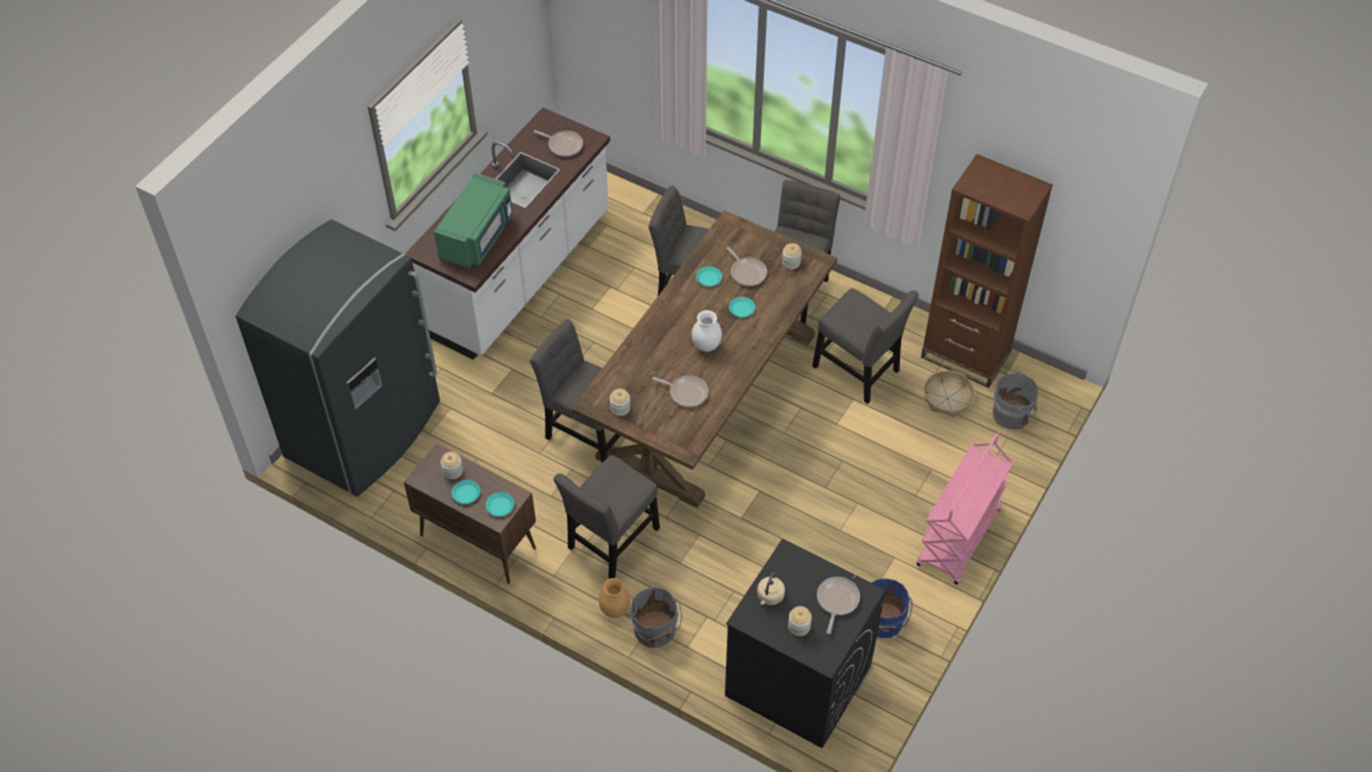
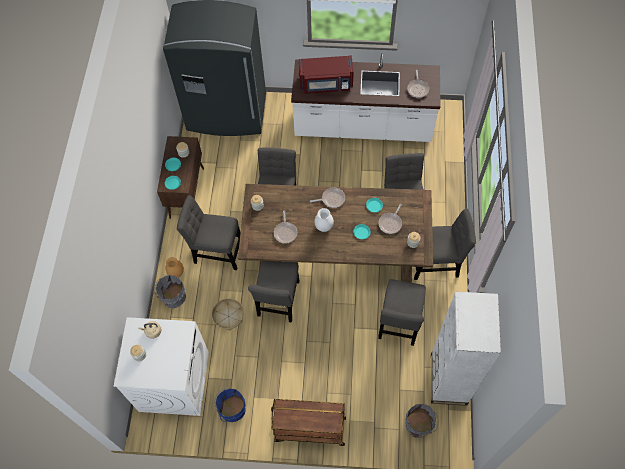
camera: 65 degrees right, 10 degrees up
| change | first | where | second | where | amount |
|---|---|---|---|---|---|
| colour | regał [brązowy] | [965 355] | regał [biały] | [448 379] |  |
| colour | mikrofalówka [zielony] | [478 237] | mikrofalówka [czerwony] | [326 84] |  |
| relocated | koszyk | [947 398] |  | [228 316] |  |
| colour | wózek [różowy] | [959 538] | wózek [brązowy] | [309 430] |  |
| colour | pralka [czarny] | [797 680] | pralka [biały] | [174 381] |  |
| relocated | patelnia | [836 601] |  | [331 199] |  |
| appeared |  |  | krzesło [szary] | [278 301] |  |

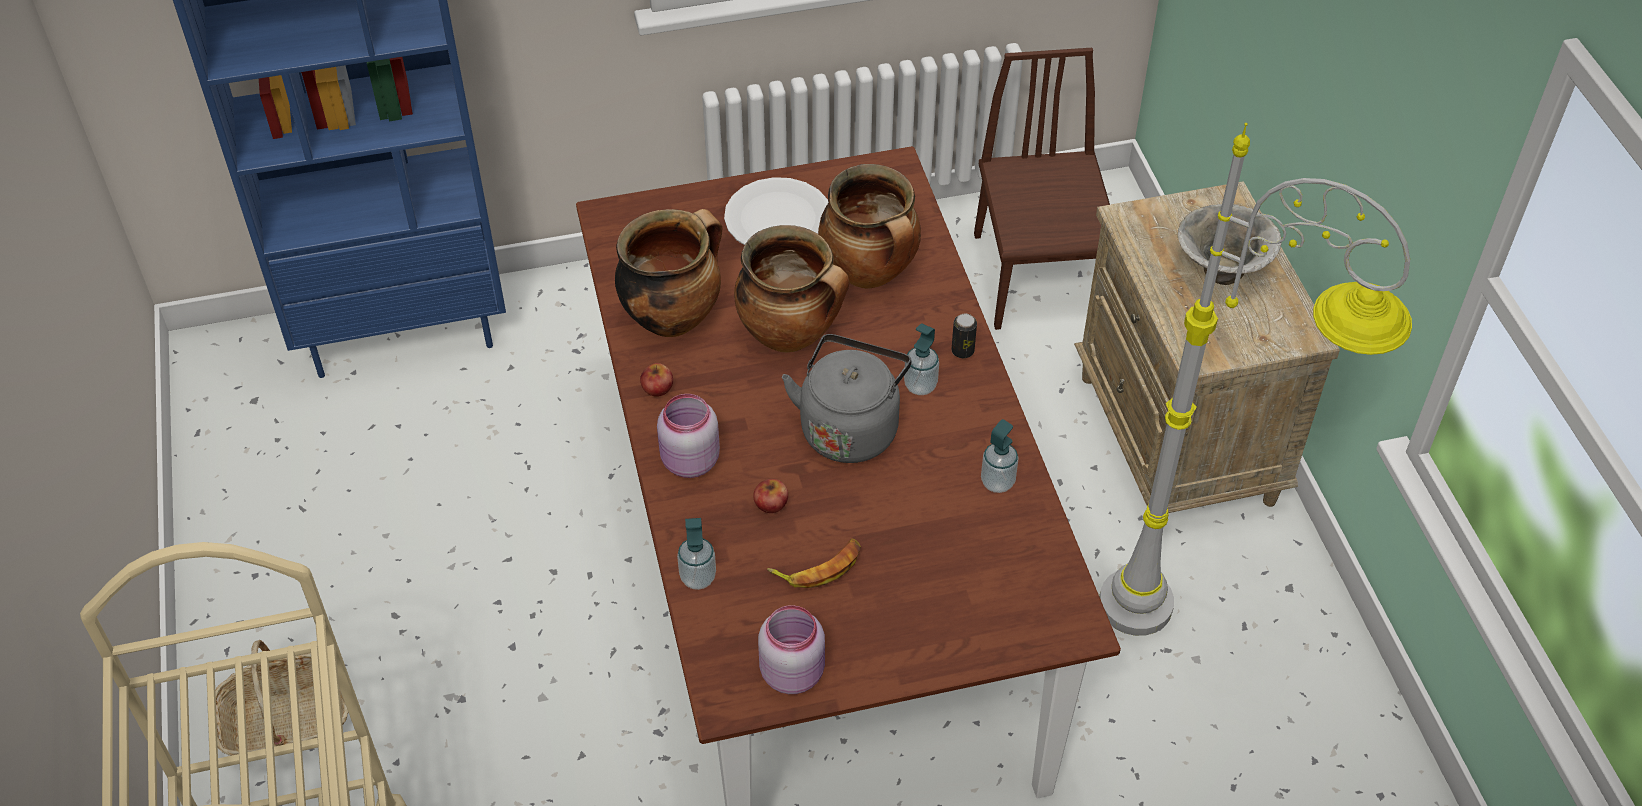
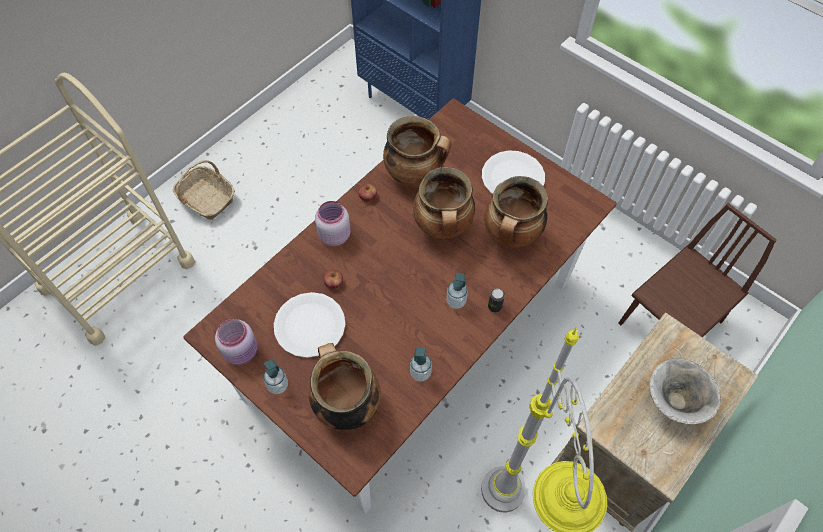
camera: 55 degrees right, 10 degrees up
| change | first | where | second | where | amount |
|---|---|---|---|---|---|
| missing | czajnik [szary] | [850 427] |  |  |  |
| relocated | dozownik mydła | [698 578] |  | [278 385] |  |
| exchanged | banan | [819 567] | talerz [biały] | [310 325] |  |
| appeared |  |  | garnek | [346 405] |  |

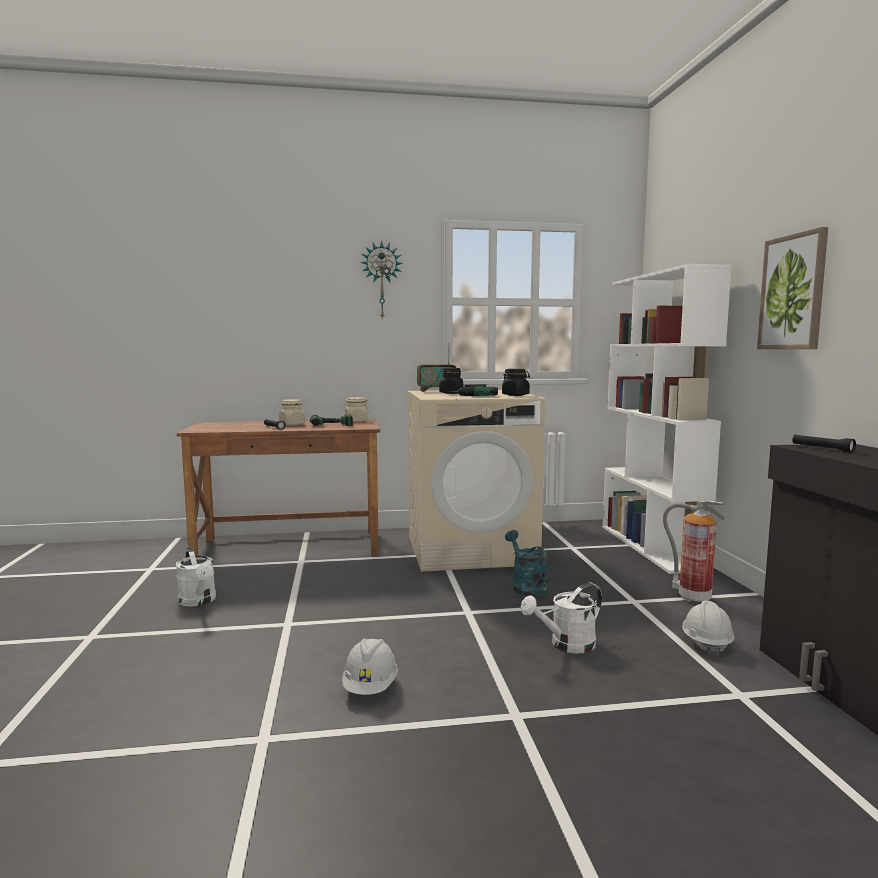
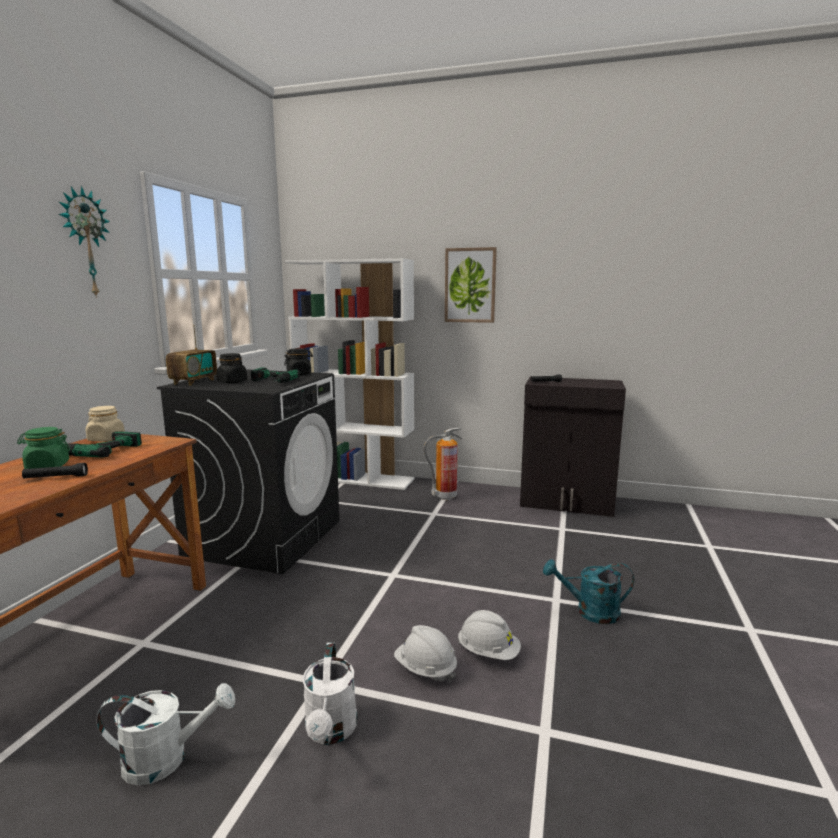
camera: 65 degrees left, 5 degrees up
| change | first | where | second | where | amount |
|---|---|---|---|---|---|
| colour | pralka [beżowy] | [471 550] | pralka [czarny] | [265 537] |  |
| colour | słoik [beżowy] | [292 424] | słoik [zielony] | [47 466] |  |
| relocated | konewka [turkusowy] | [526 586] |  | [590 612] |  |
| relocated | konewka [biały] | [566 645] |  | [330 732] |  |
| relocated | kask [biały] | [706 643] |  | [425 669] |  |

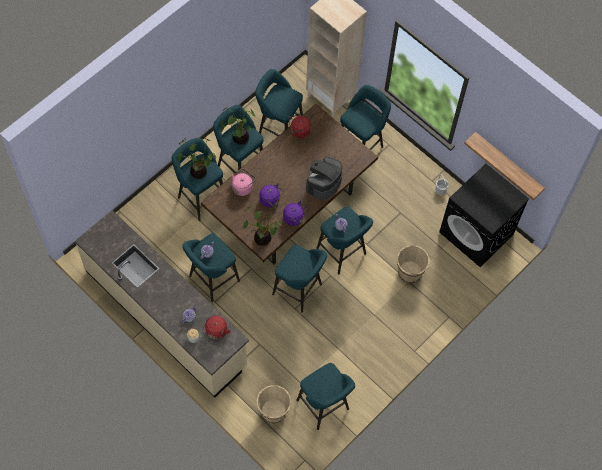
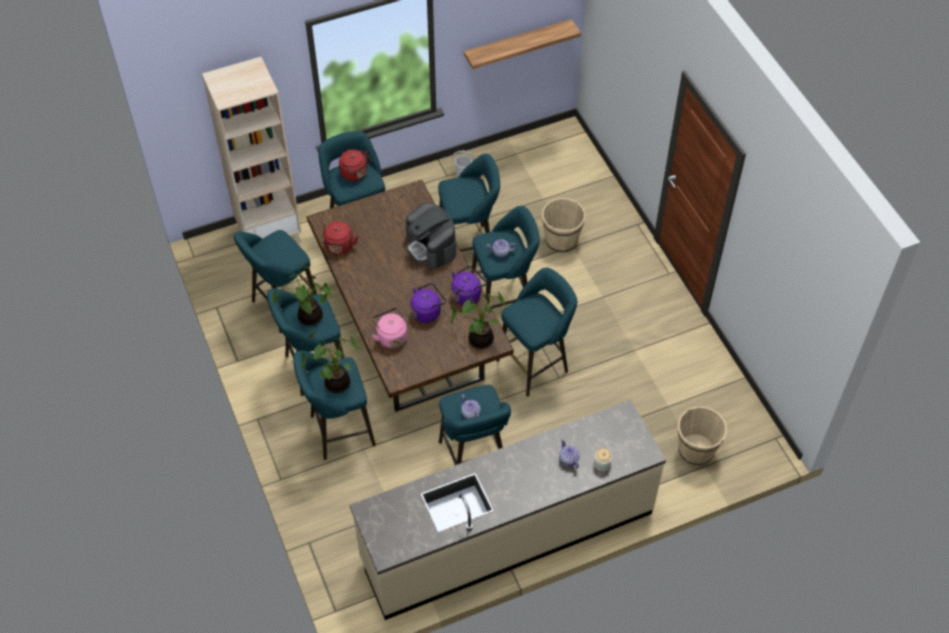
camera: 65 degrees left, 10 degrees down
| change | first | where | second | where | amount |
|---|---|---|---|---|---|
| missing | pralka [czarny] | [476 233] |  |  |  |
| relocated | czajnik [czerwony] | [216 332] |  | [355 174] |  |
| relocated | stołek [turkusowy] | [324 407] |  | [469 246] |  |

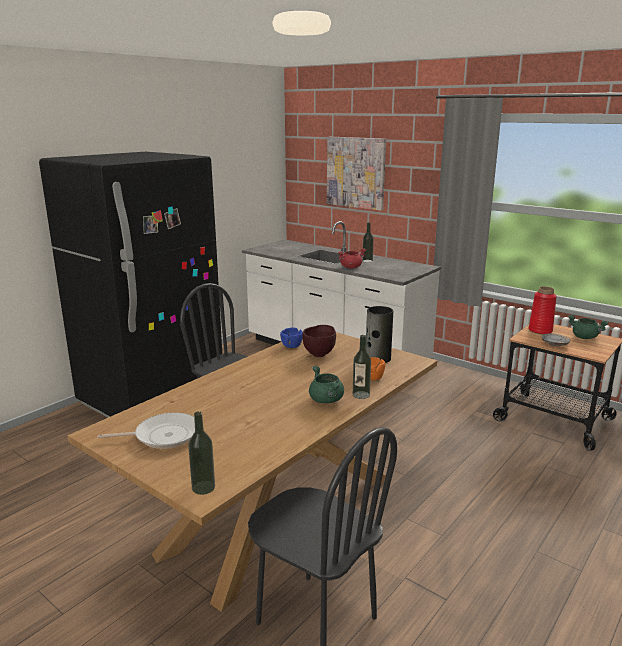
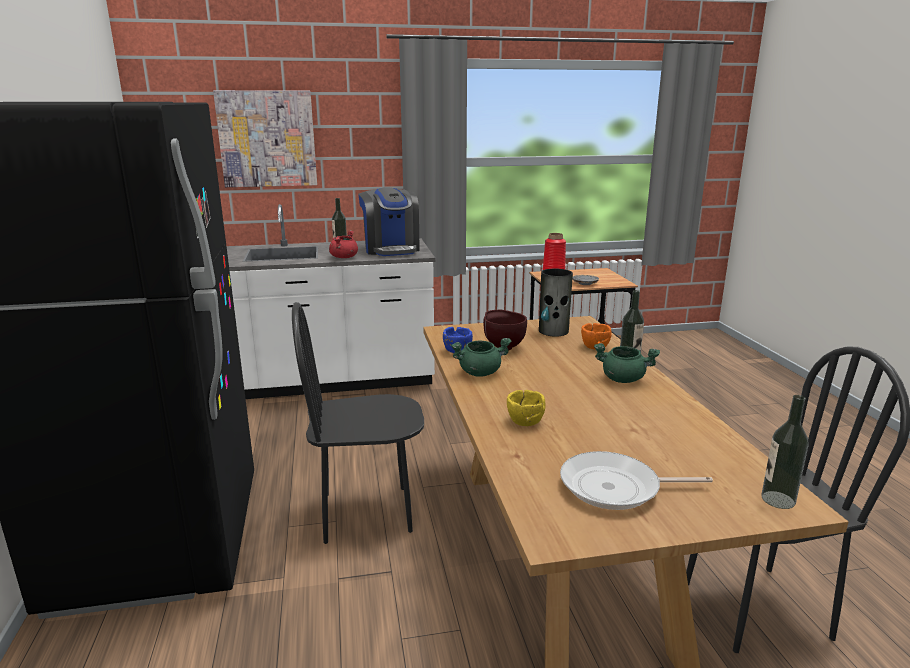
camera: 50 degrees left, 0 degrees up
| change | first | where | second | where | amount |
|---|---|---|---|---|---|
| relocated | garnek [zielony] | [585 337] |  | [480 372] |  |
| spun | patelnia | [163 435] |  | [615 488] | 120 degrees counterclockwise |
| appeared |  |  | ekspres do kawy | [391 249] |  |
| appeared |  |  | miska [żółty] | [524 421] |  |

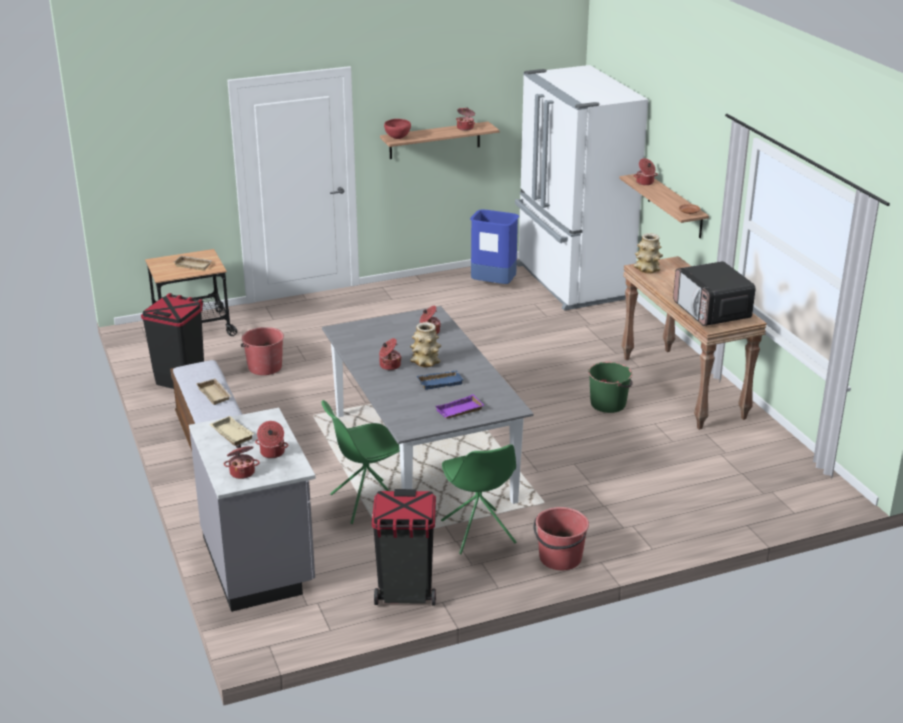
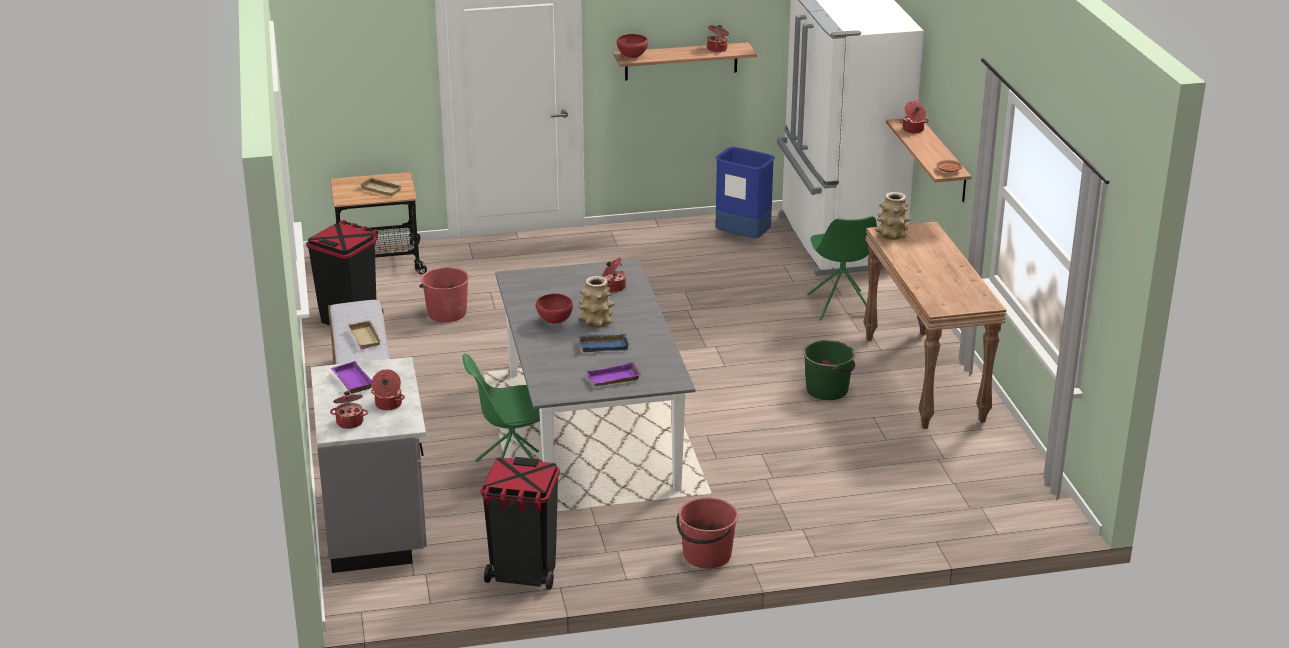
camera: 10 degrees right, 0 degrees up
| change | first | where | second | where | amount |
|---|---|---|---|---|---|
| missing | mikrofalówka | [711 311] |  |  |  |
| exchanged | garnek | [389 365] | miska [czerwony] | [554 322] |  |
| colour | taca [beżowy] | [230 434] | taca [fioletowy] | [350 381] |  |
| relocated | krzesło [zielony] | [478 533] |  | [840 306] |  |

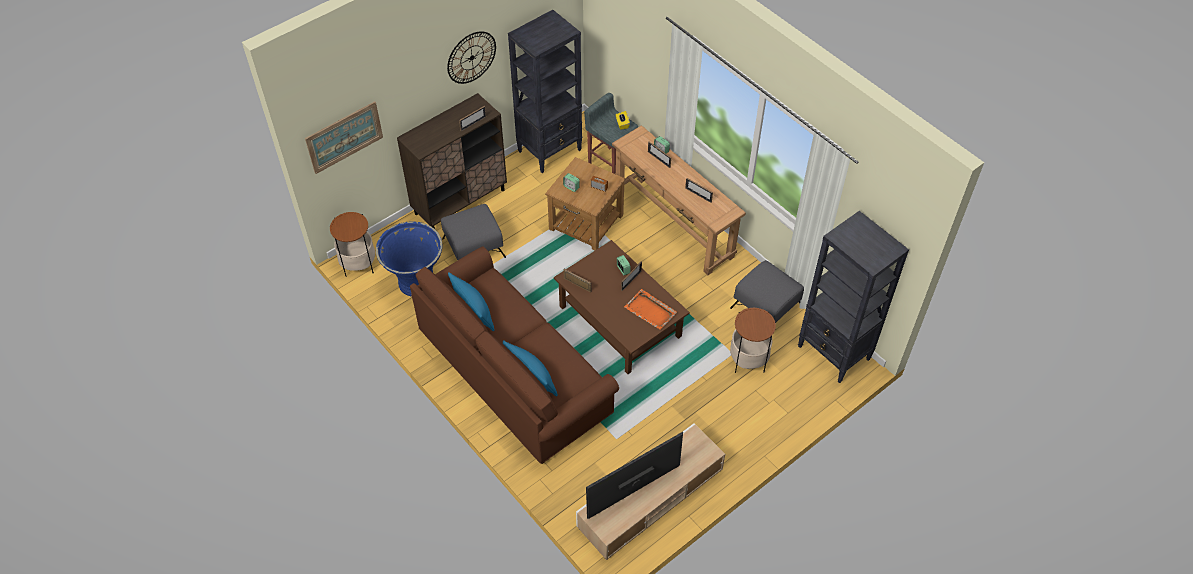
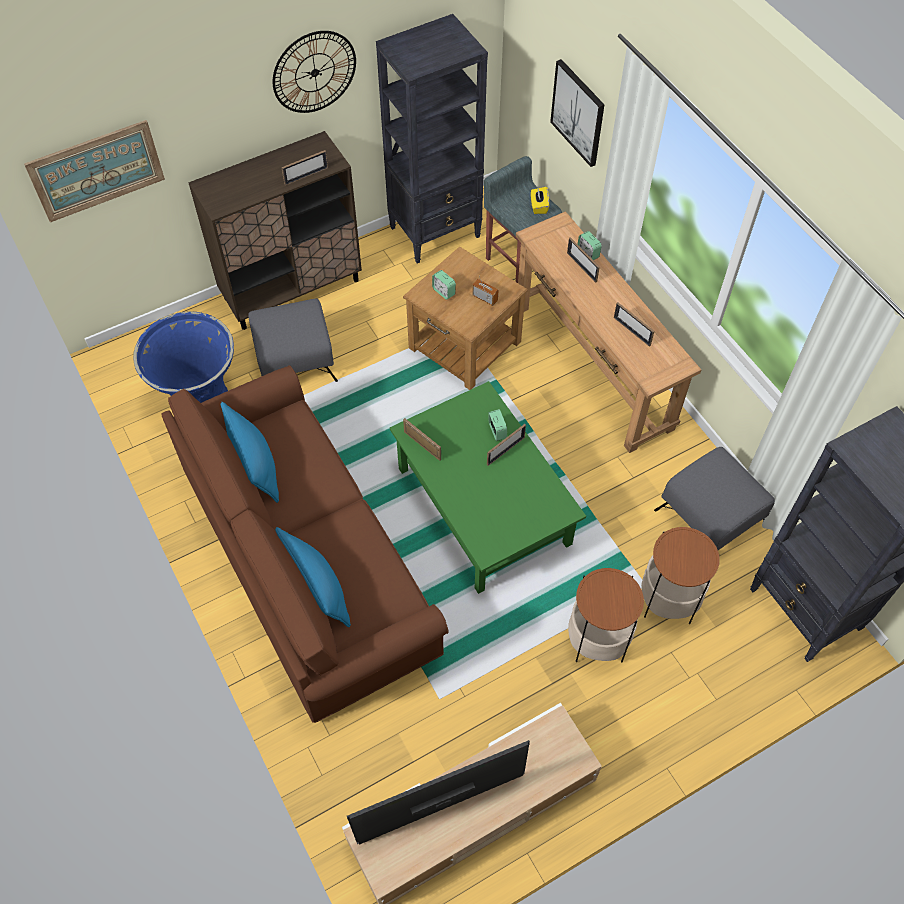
camera: 10 degrees right, 5 degrees up
| change | first | where | second | where | amount |
|---|---|---|---|---|---|
| relocated | stolik | [359 264] |  | [597 639] |  |
| colour | ława [brązowy] | [619 321] | ława [zielony] | [482 506] |  |
| missing | taca [pomarańczowy] | [650 311] |  |  |  |
| appeared |  |  | obraz | [578 112] |  |

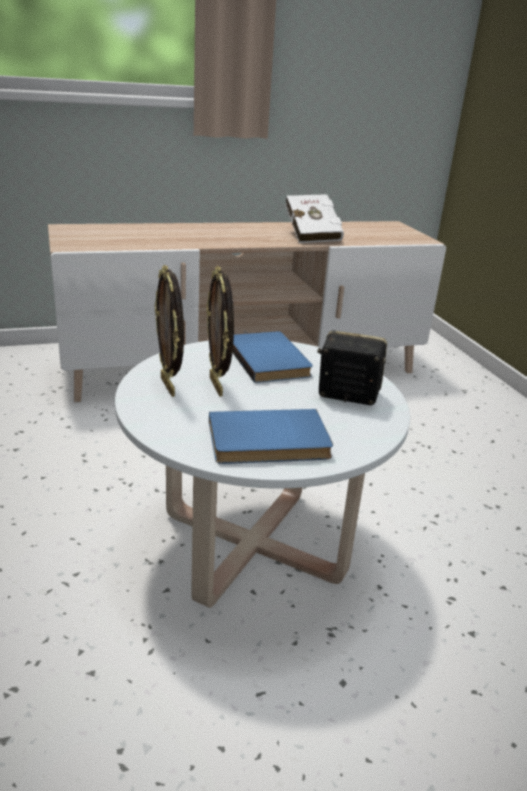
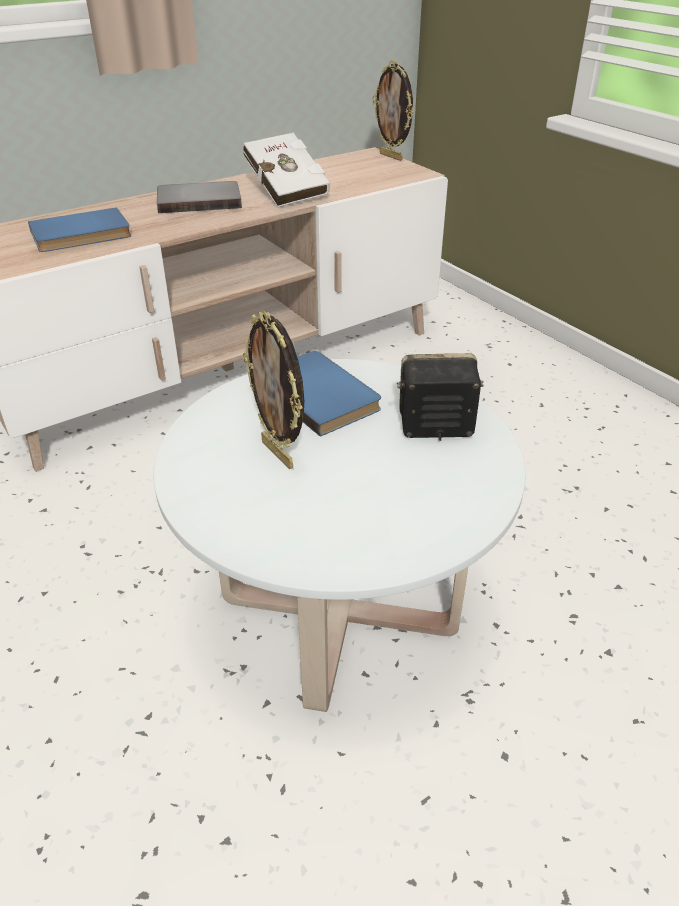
camera: 15 degrees left, 10 degrees up
| change | first | where | second | where | amount |
|---|---|---|---|---|---|
| relocated | ramka na zdjęcie | [169 386] |  | [391 156] |  |
| relocated | książka [niebieski] | [269 442] |  | [81 235] |  |
| appeared |  |  | książka [szary] | [199 200] |  |

